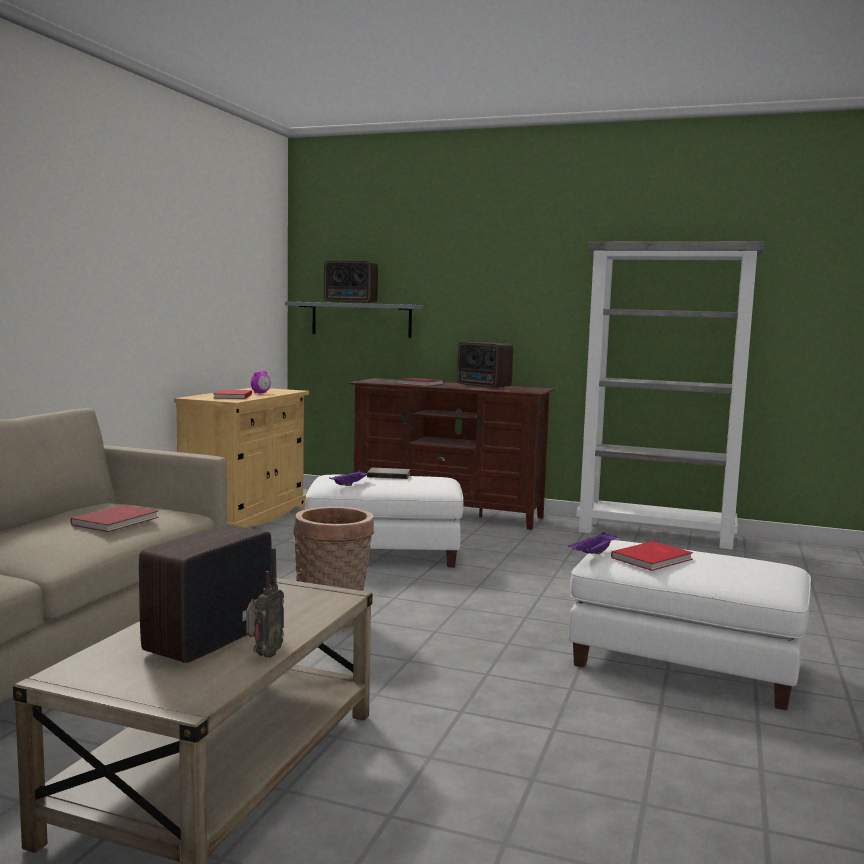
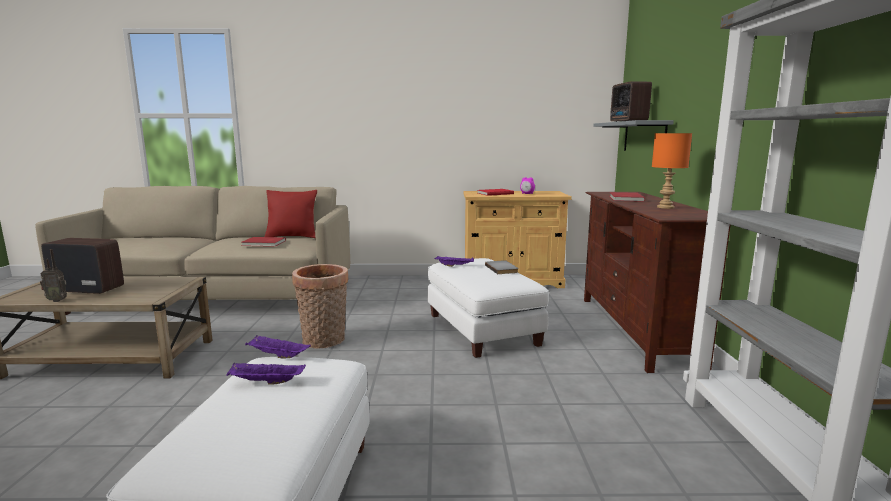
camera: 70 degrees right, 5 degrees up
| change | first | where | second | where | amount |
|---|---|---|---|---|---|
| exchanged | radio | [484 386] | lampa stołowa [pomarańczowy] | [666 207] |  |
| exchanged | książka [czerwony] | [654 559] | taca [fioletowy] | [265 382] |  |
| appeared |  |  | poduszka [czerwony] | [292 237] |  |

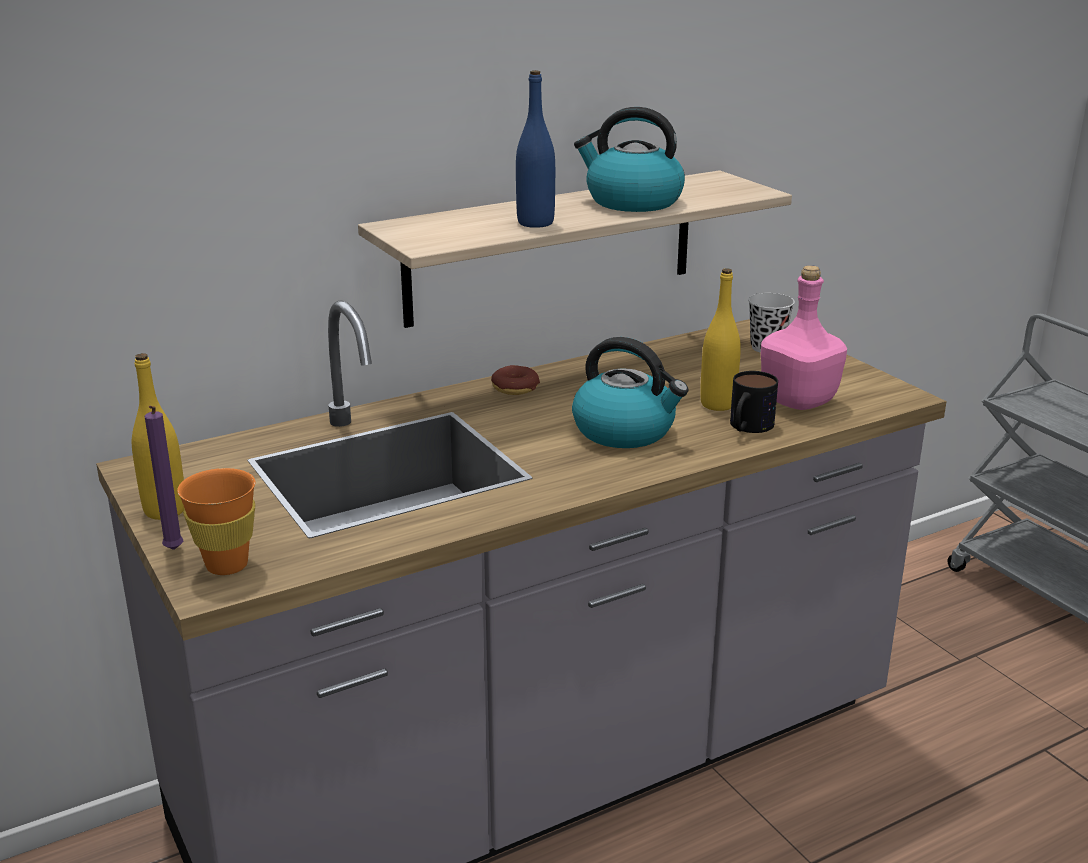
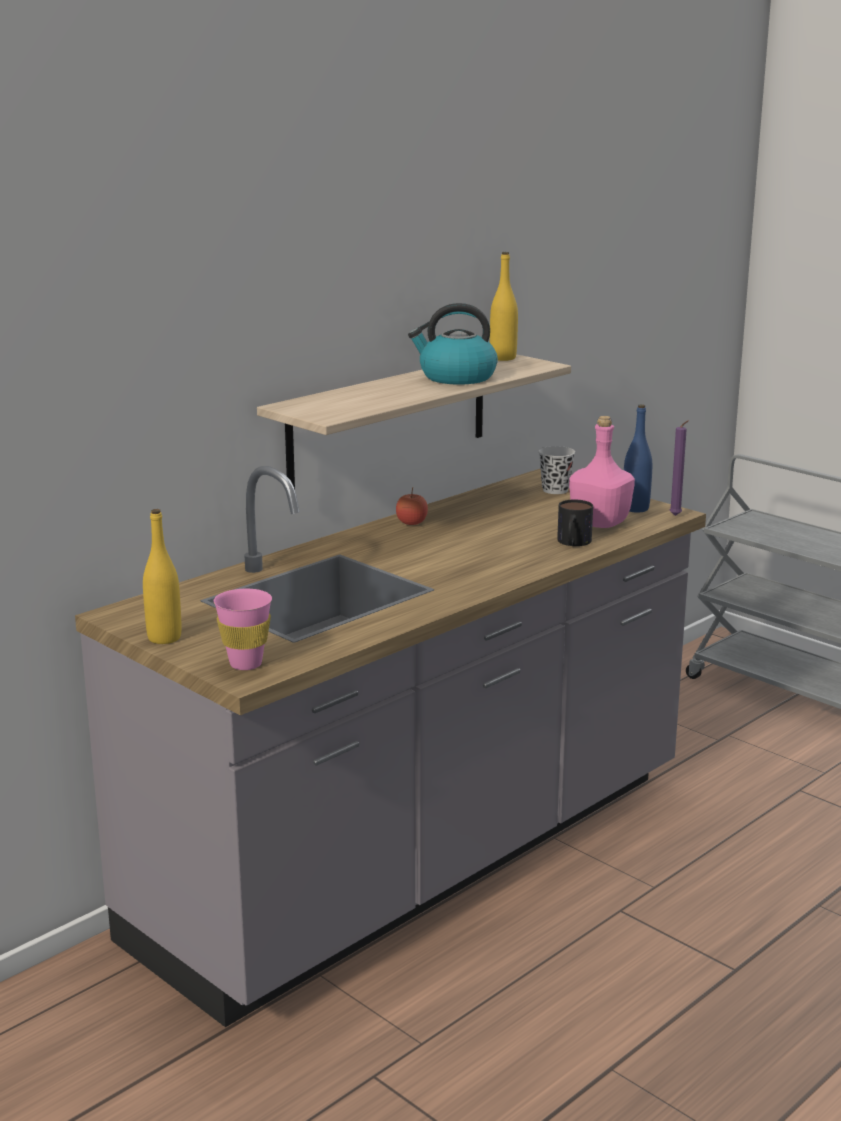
camera: 15 degrees left, 5 degrees down
| change | first | where | second | where | amount |
|---|---|---|---|---|---|
| relocated | butelka [niebieski] | [535 223] |  | [635 508] |  |
| relocated | butelka [żółty] | [717 404] |  | [503 358] |  |
| missing | czajnik | [625 431] |  |  |  |
| missing | donut | [515 388] |  |  |  |
| relocated | świeca [fioletowy] | [173 551] |  | [676 516] |  |
| colour | filiżanka [pomarańczowy] | [227 565] | filiżanka [różowy] | [245 664] |  |
| appeared |  |  | jabłko | [411 523] |  |

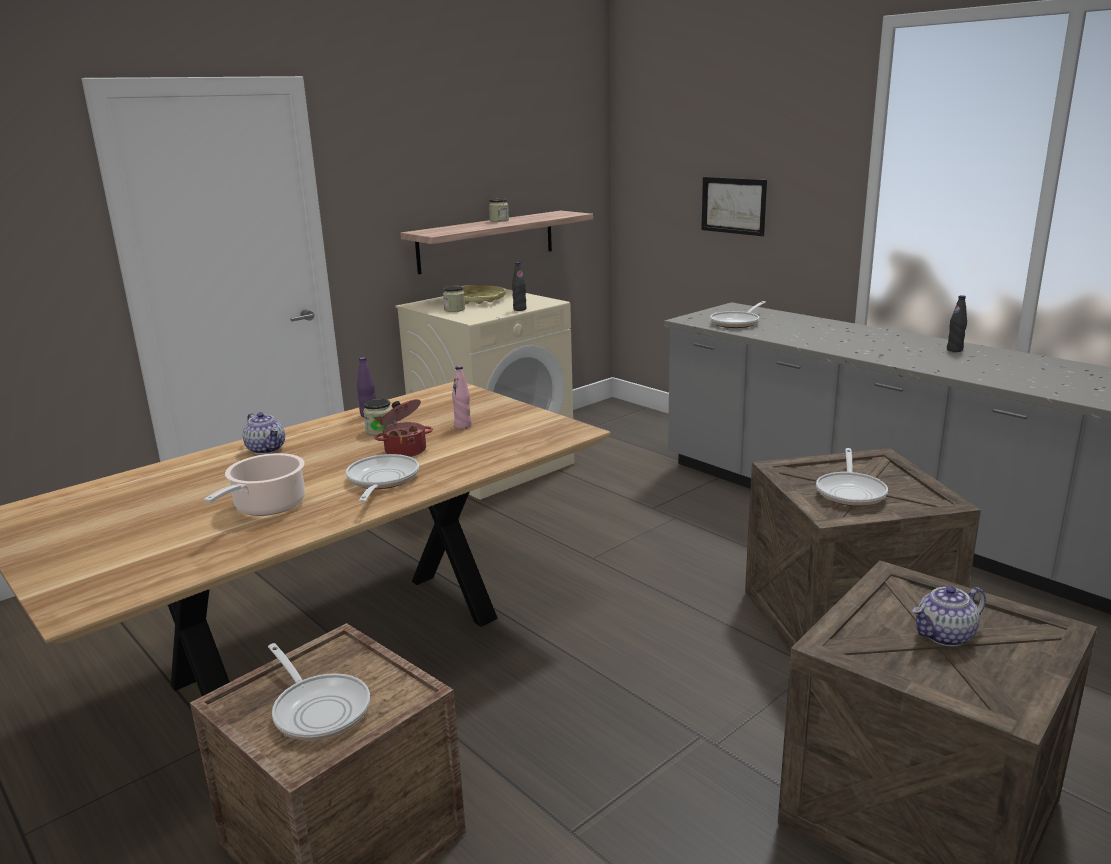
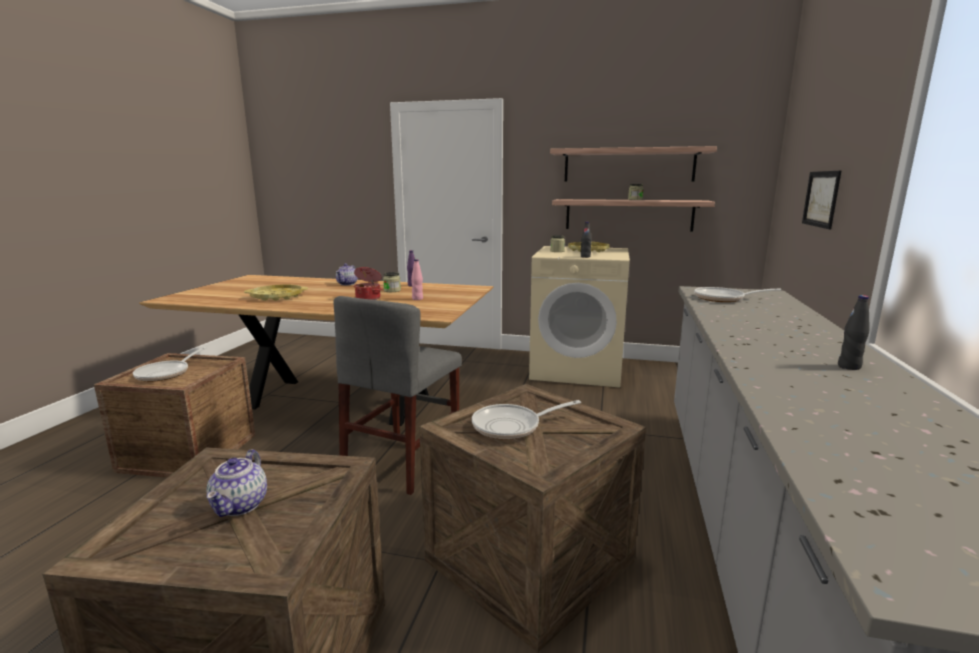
camera: 55 degrees right, 5 degrees down
| change | first | where | second | where | amount |
|---|---|---|---|---|---|
| exchanged | garnek | [267 507] | taca [żółty] | [277 296] |  |
| missing | patelnia | [381 481] |  |  |  |
| spun | imbryk | [945 636] |  | [240 505] | 120 degrees counterclockwise |
| appeared |  |  | półka | [628 165] |  |
| appeared |  |  | krzesło [szary] | [402 460] |  |

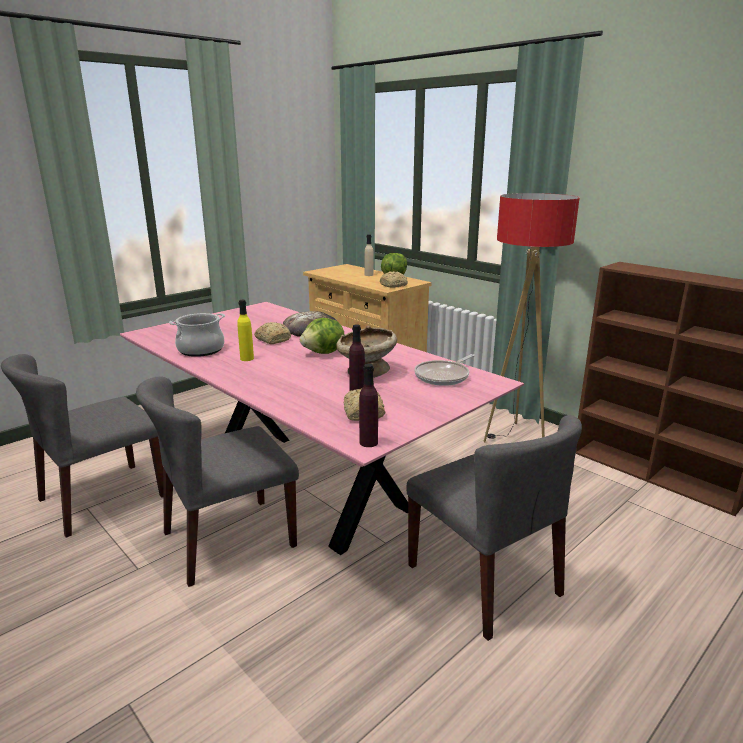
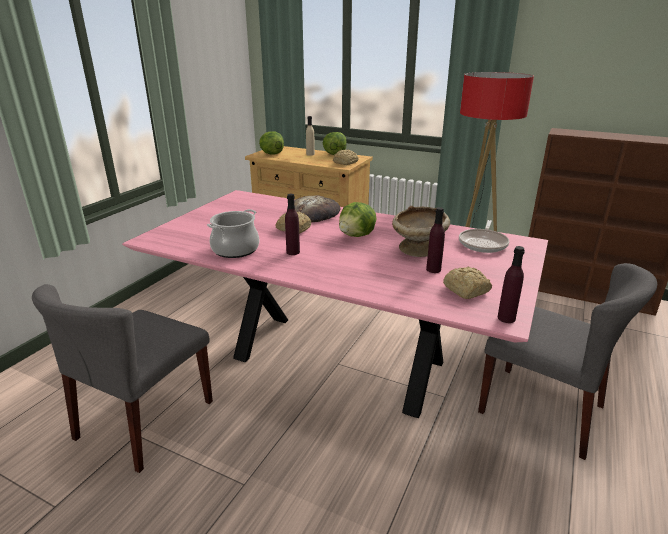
camera: 20 degrees left, 5 degrees up
| change | first | where | second | where | amount |
|---|---|---|---|---|---|
| colour | butelka [żółty] | [247 358] | butelka [fioletowy] | [293 252] |  |
| missing | krzesło [szary] | [228 540] |  |  |  |
| appeared |  |  | sałata | [271 154] |  |

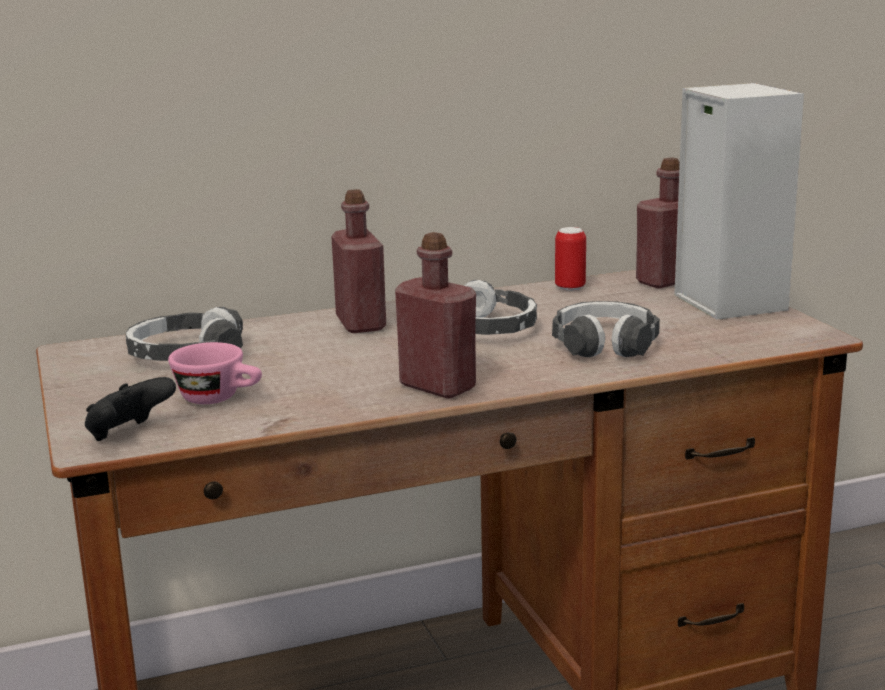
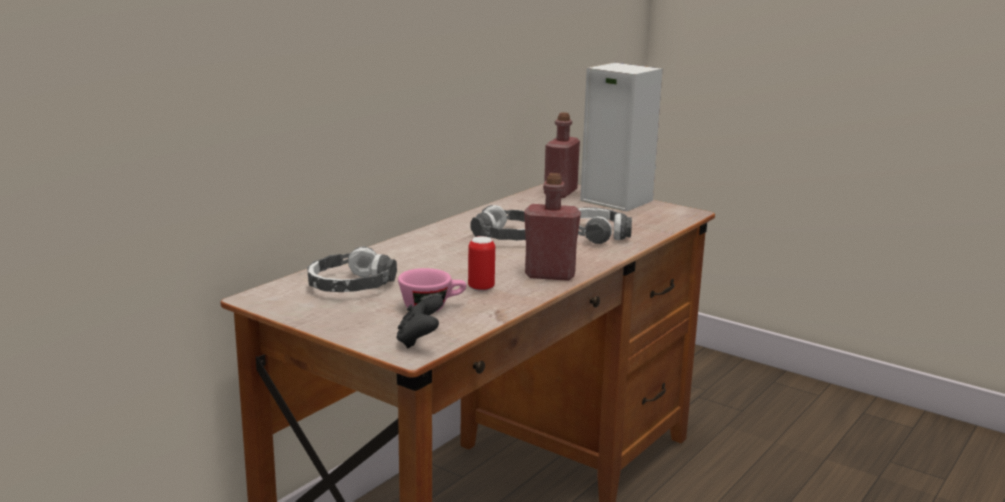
camera: 35 degrees left, 0 degrees up
| change | first | where | second | where | amount |
|---|---|---|---|---|---|
| missing | butelka [czerwony] | [360 323] |  |  |  |
| relocated | puszka | [570 287] |  | [481 288] |  |

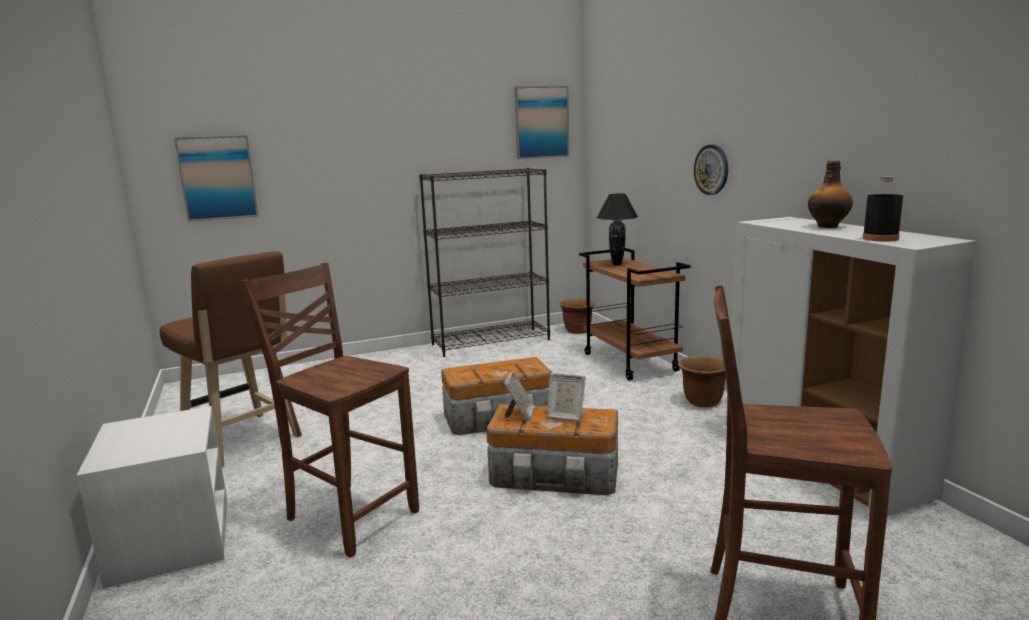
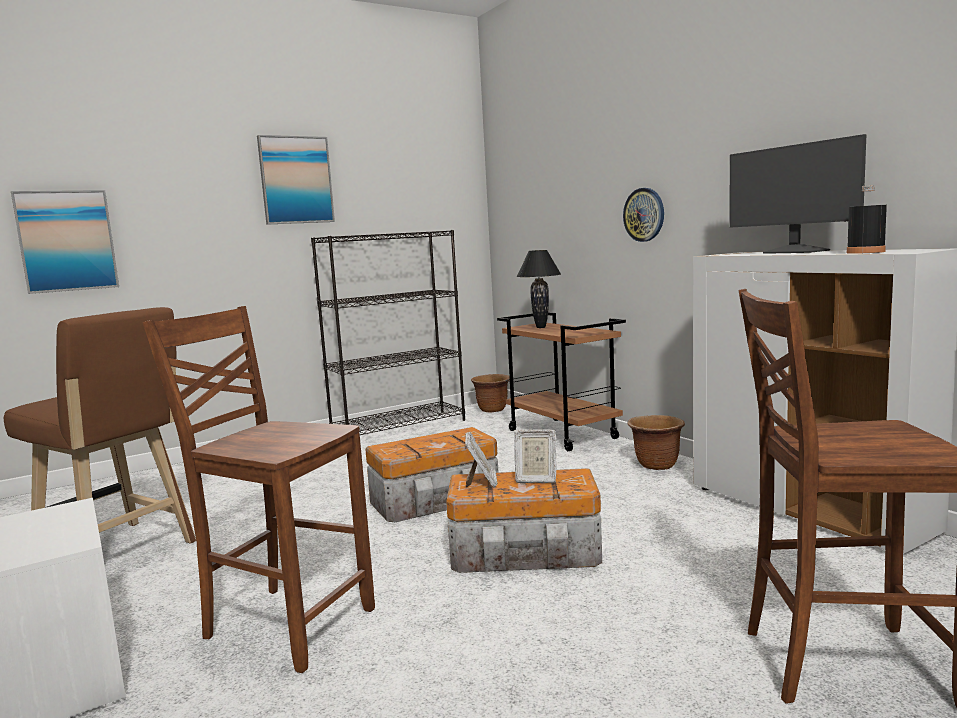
camera: 10 degrees left, 5 degrees down
| change | first | where | second | where | amount |
|---|---|---|---|---|---|
| relocated | obraz | [541 122] |  | [296 180] |  |
| exchanged | butelka | [828 226] | monitor | [795 252] |  |

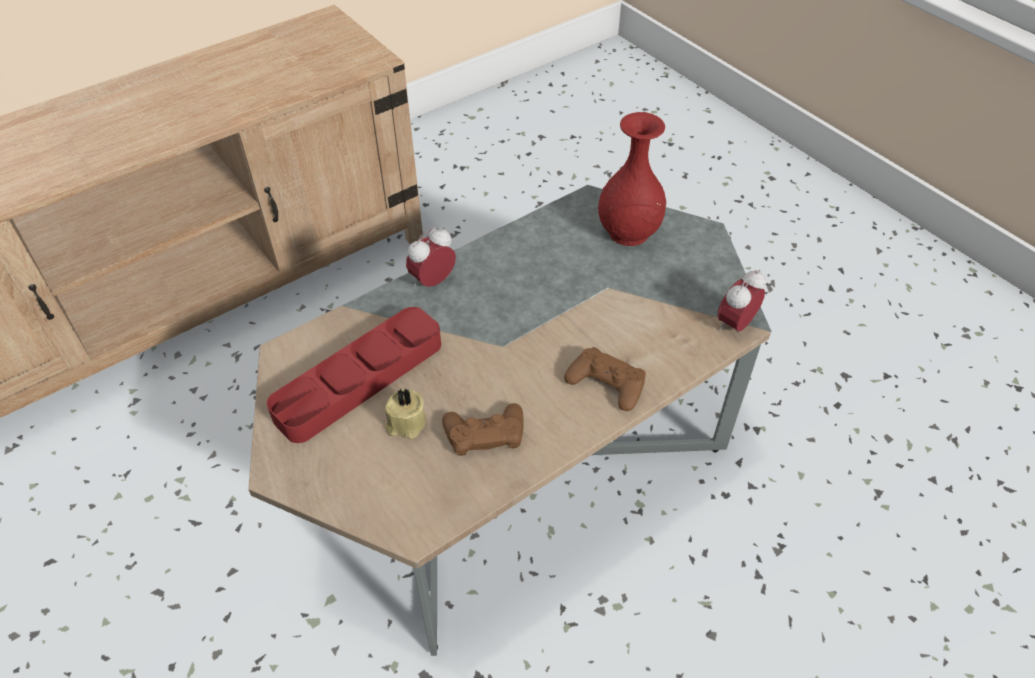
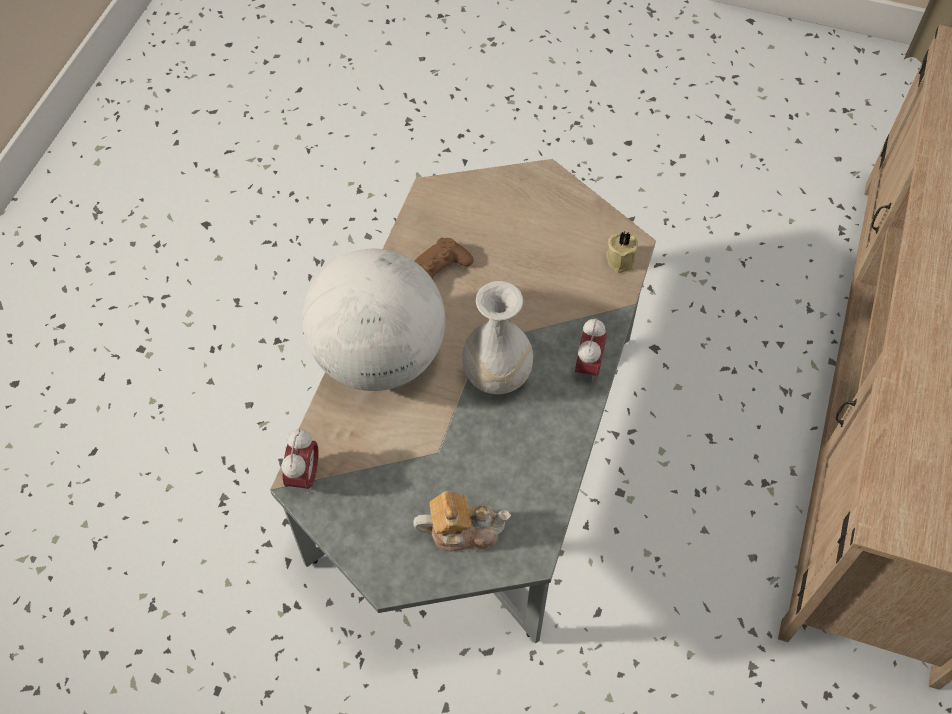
camera: 145 degrees right, 10 degrees up
| change | first | where | second | where | amount |
|---|---|---|---|---|---|
| exchanged | wazon [czerwony] | [628 233] | imbryk | [462 530] |  |
| missing | taca [czerwony] | [359 379] |  |  |  |
| exchanged | pad do gier [brązowy] | [606 383] | globus | [379 357] |  |
| relocated | świeca [beżowy] | [406 424] |  | [622 259] |  |
| appeared |  |  | wazon [biały] | [496 376] |  |

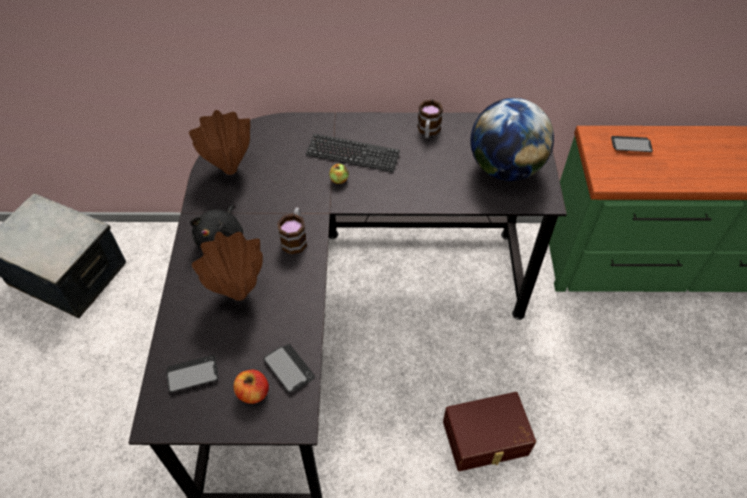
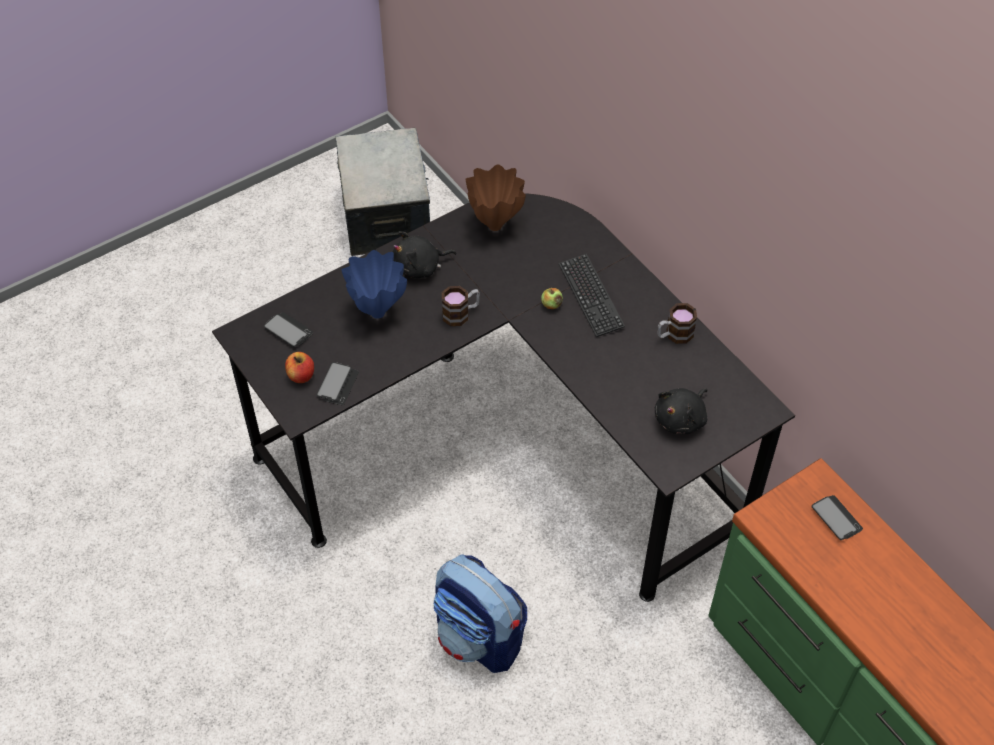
camera: 55 degrees right, 0 degrees up
| change | first | where | second | where | amount |
|---|---|---|---|---|---|
| exchanged | globus | [505 168] | pluszak [czarny] | [681 419] |  |
| colour | wazon [brązowy] | [239 293] | wazon [niebieski] | [378 312] |  |
| exchanged | pojemnik do przechowywania [brązowy] | [486 439] | plecak | [480 638] |  |

